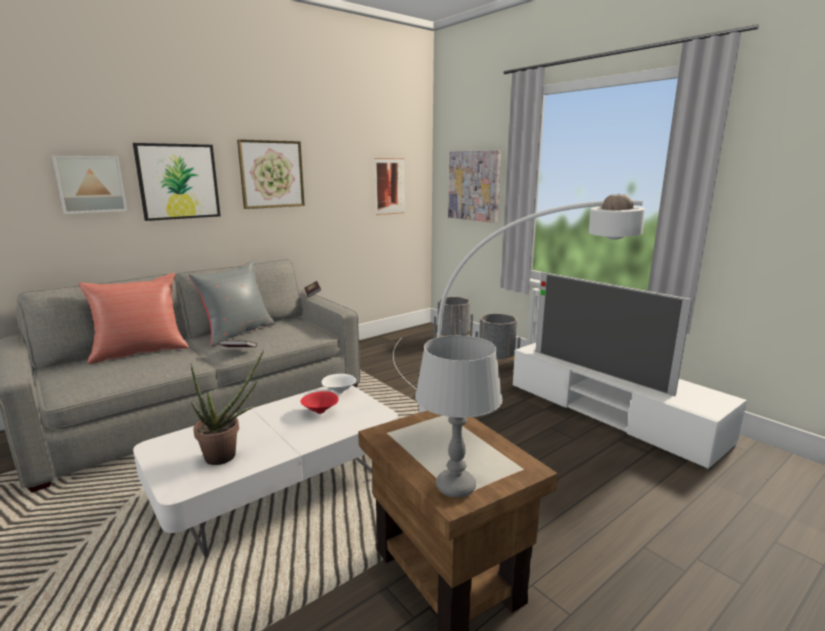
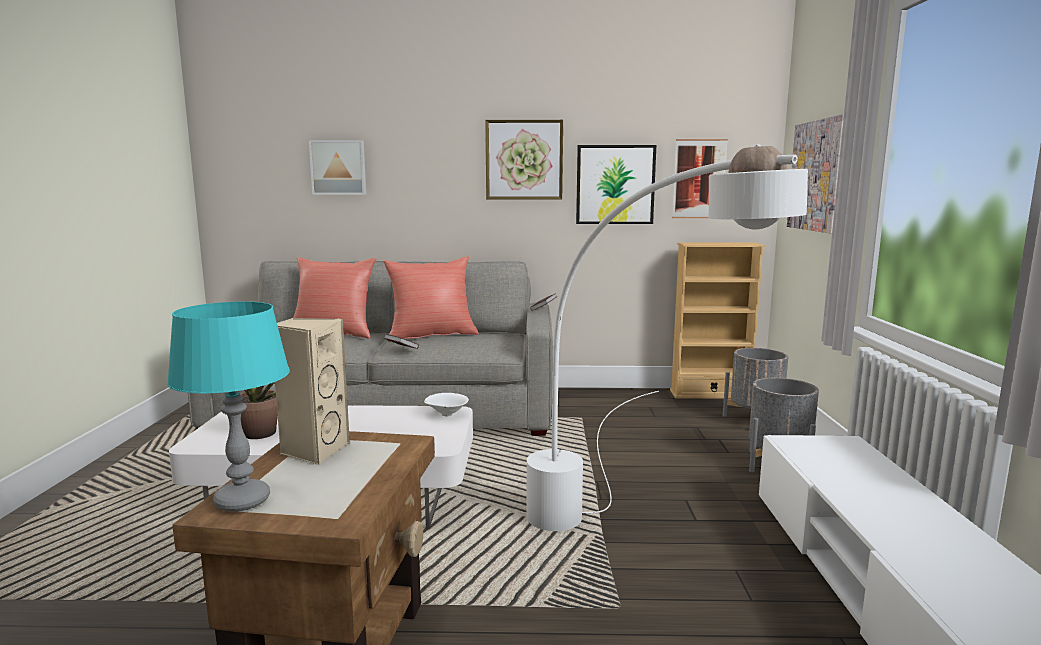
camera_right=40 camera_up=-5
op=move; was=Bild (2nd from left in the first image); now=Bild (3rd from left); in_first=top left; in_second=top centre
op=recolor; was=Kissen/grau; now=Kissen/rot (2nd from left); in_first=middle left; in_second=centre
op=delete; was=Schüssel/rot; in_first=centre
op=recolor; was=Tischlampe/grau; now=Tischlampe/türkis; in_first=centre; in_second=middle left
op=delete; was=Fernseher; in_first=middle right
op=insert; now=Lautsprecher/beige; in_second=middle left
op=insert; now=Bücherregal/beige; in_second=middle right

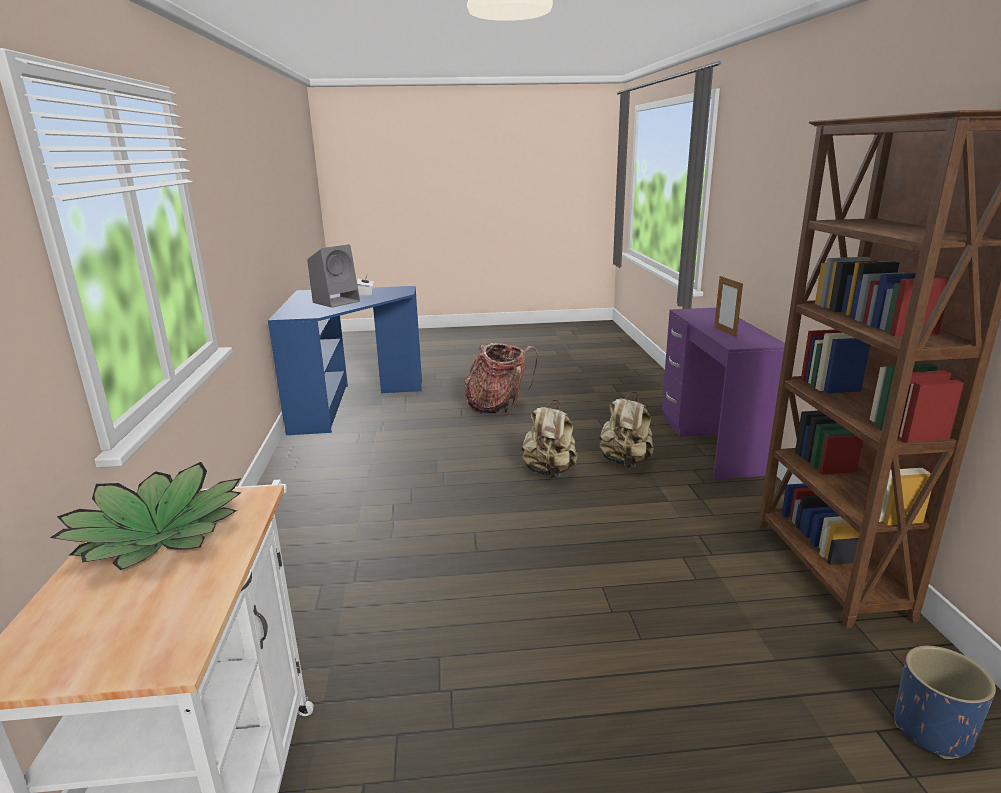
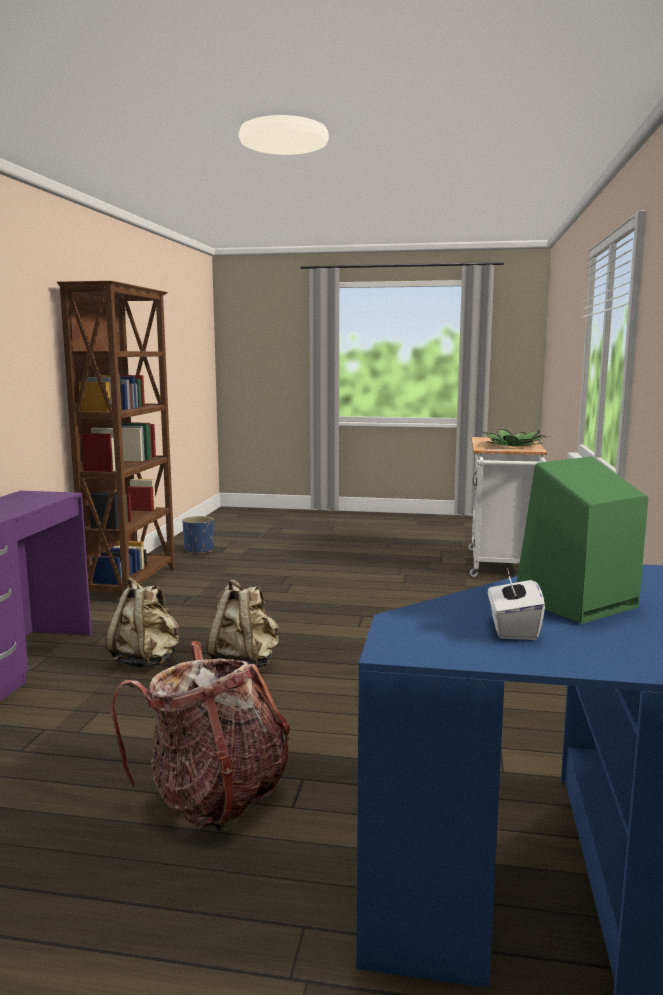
camera_right=-165 camera_up=-10
op=recolor; was=Lautsprecher/grau; now=Lautsprecher/grün; in_first=middle left; in_second=middle right
op=delete; was=Bilderrahmen; in_first=middle right

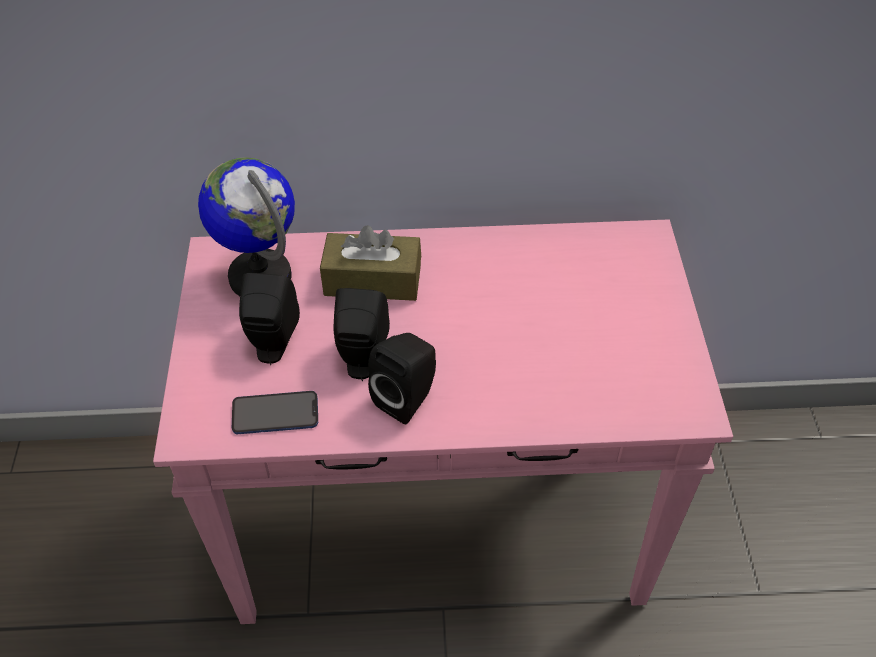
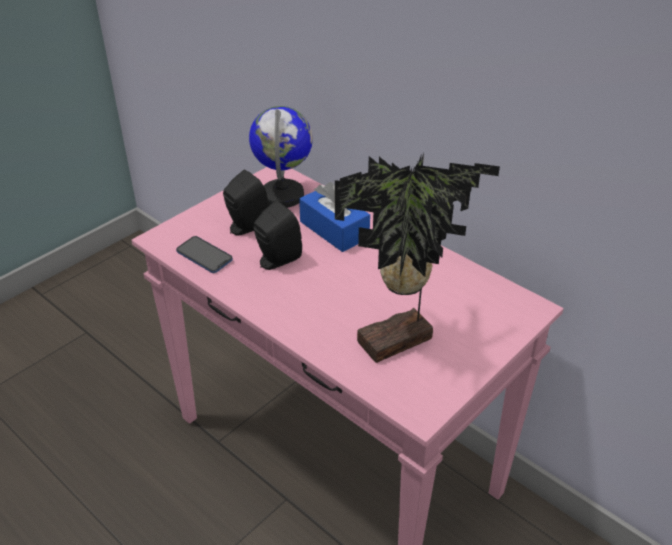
camera_right=45 camera_up=-10
op=recolor; was=Taschentuchbox/braun; now=Taschentuchbox/blau; in_first=centre; in_second=centre
op=delete; was=Lautsprecher/schwarz (3rd from left); in_first=centre
op=insert; now=Topfpflanze; in_second=centre

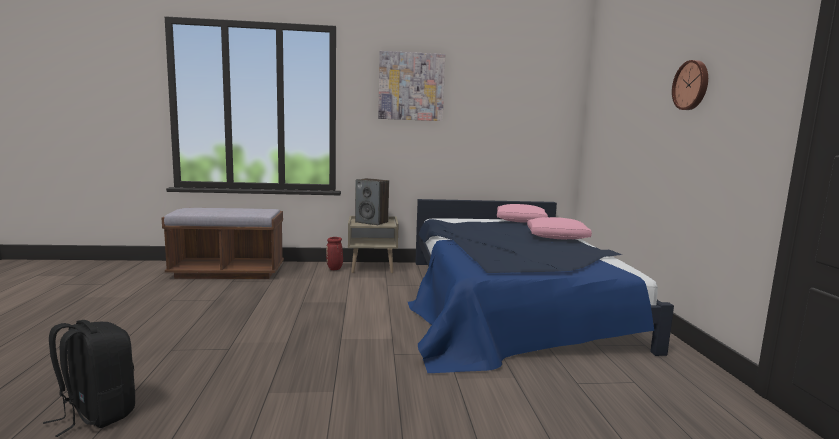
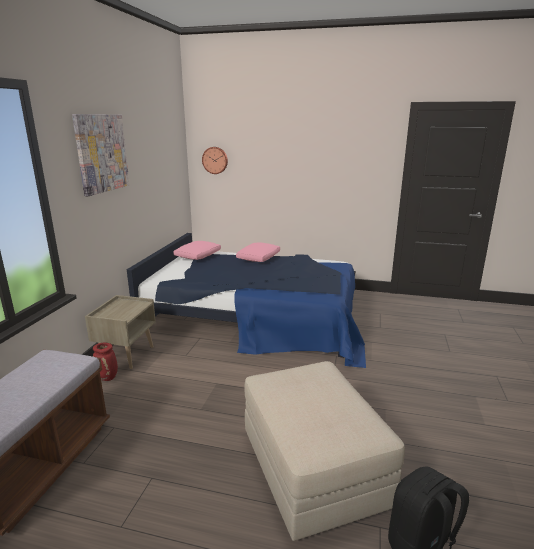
camera_right=-70 camera_up=10
op=delete; was=Lautsprecher; in_first=centre
op=move; was=Wanduhr; in_first=top right; in_second=top centre
op=insert; now=Polsterhocker/beige; in_second=bottom centre

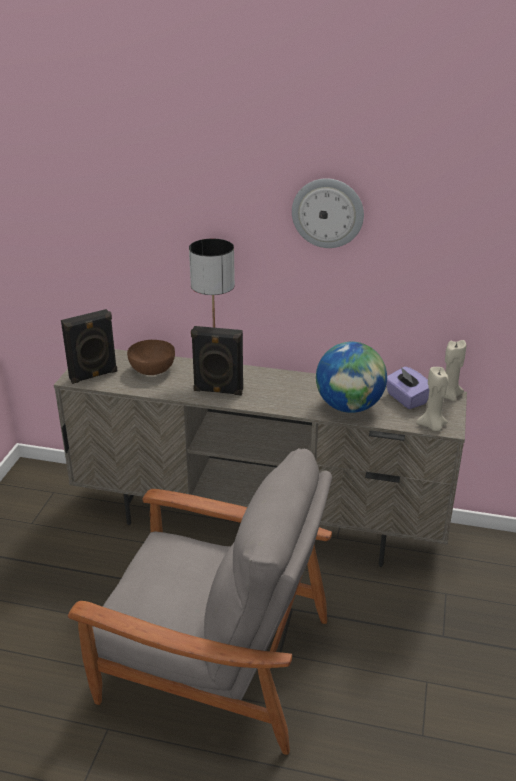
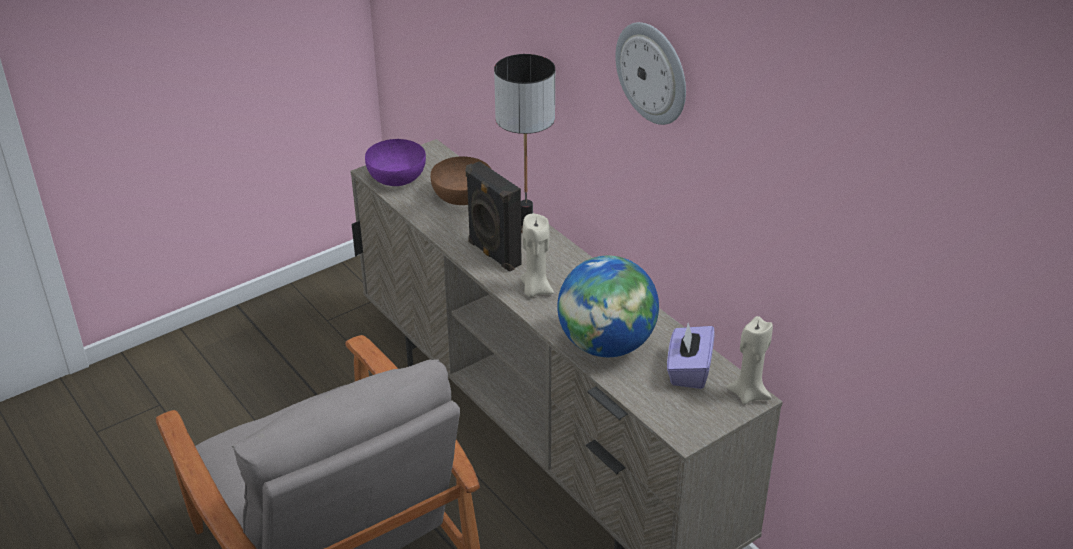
camera_right=40 camera_up=5
op=replace; was=Lautsprecher/schwarz (1st from left); now=Schüssel/lila; in_first=middle left; in_second=top centre
op=move; was=Kerze/beige (1st from left); in_first=middle right; in_second=centre

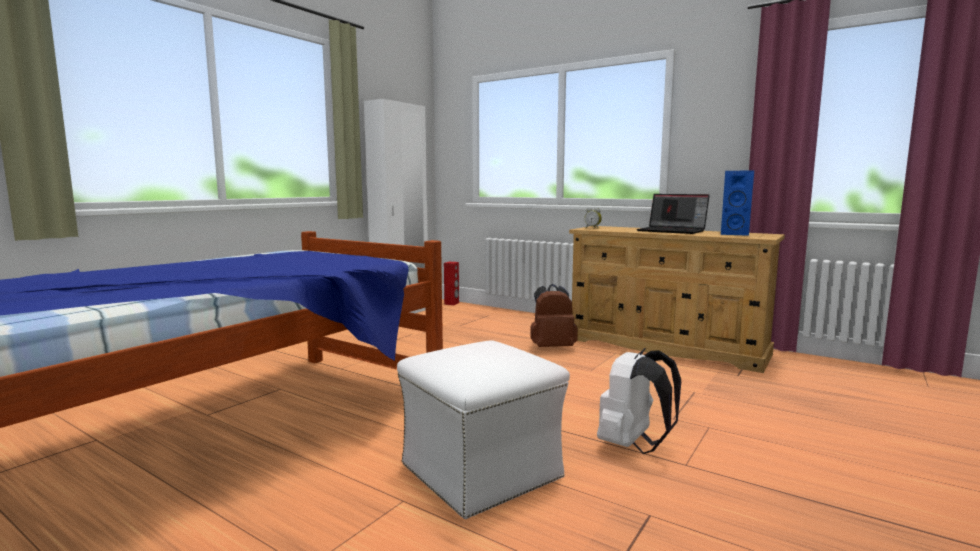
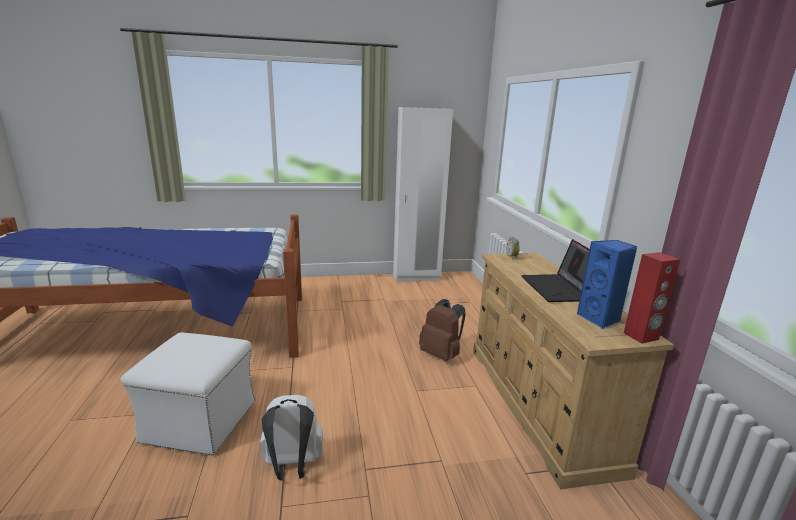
camera_right=45 camera_up=10
op=move; was=Lautsprecher/rot; in_first=centre; in_second=middle right

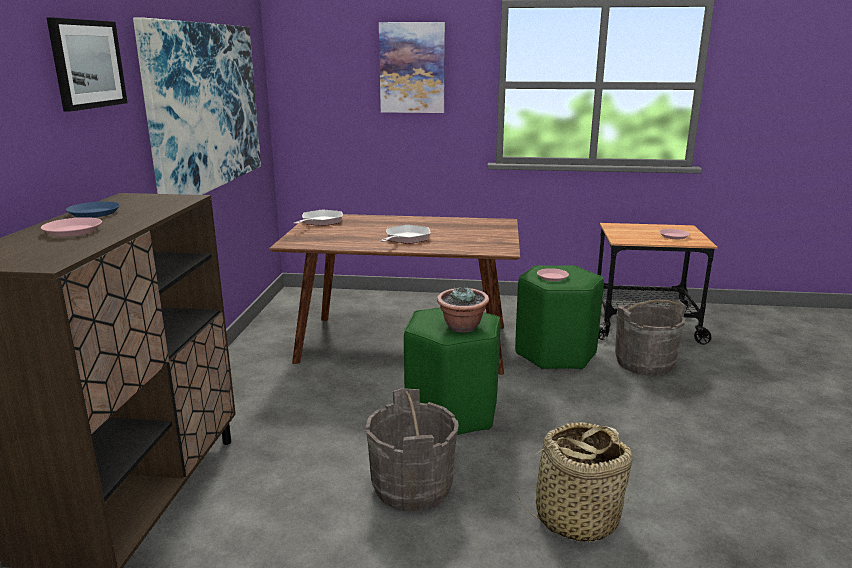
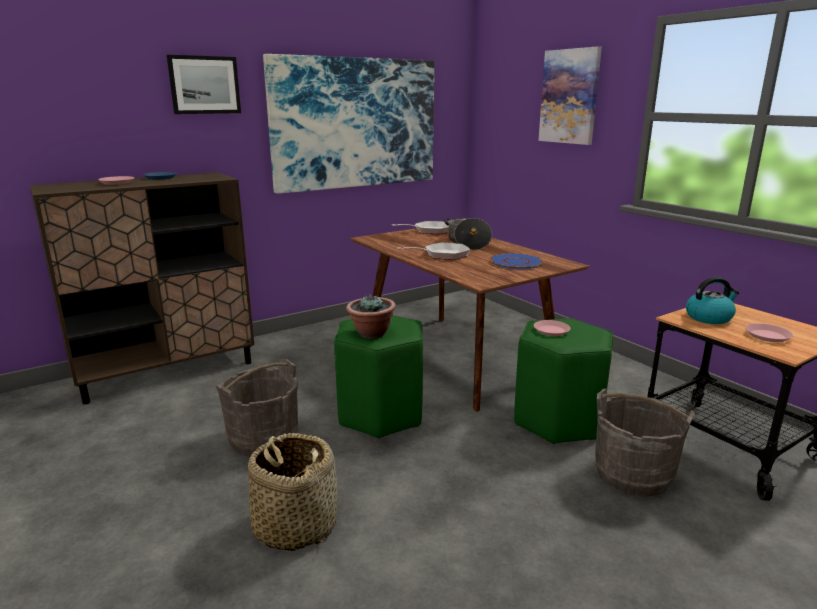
camera_right=50 camera_up=0
op=insert; now=Kochtopf; in_second=centre
op=insert; now=Teller/blau (2nd from left); in_second=centre
op=insert; now=Wasserkessel; in_second=middle right

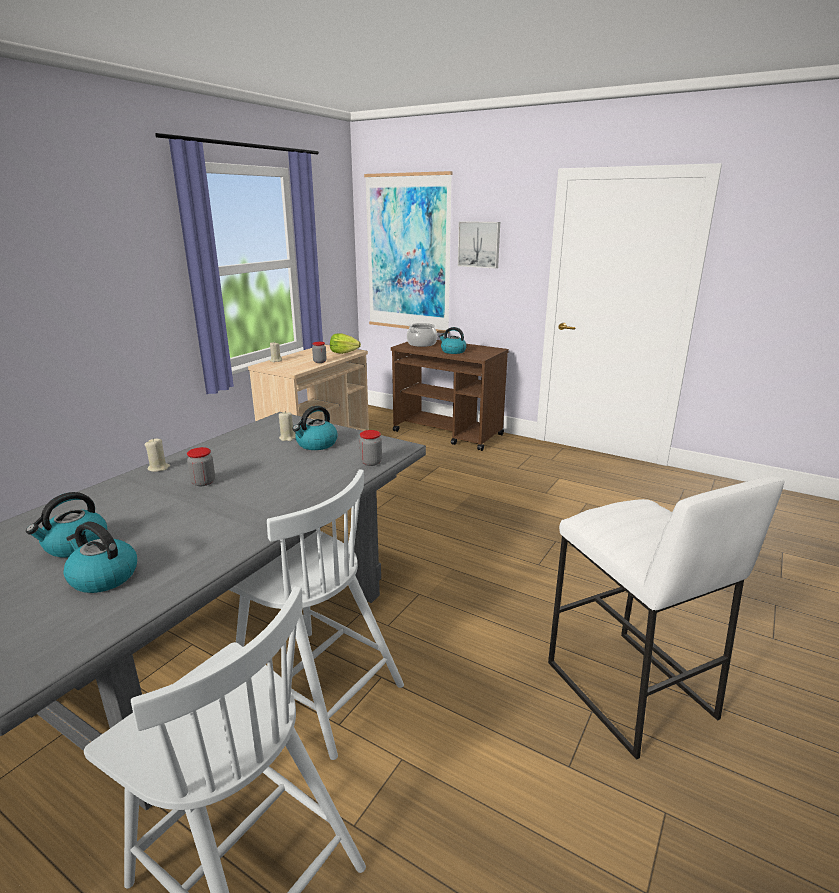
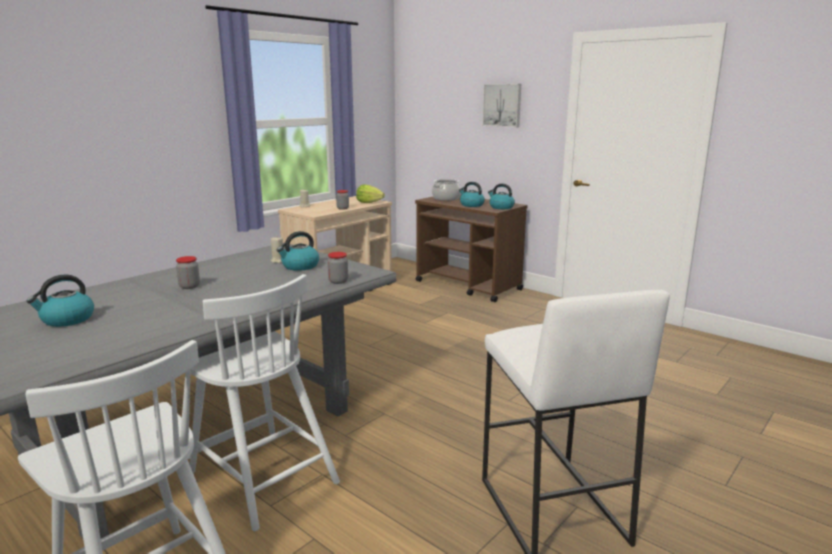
camera_right=10 camera_up=-5
op=move; was=Wasserkessel (2nd from left in the first image); now=Wasserkessel (4th from left); in_first=middle left; in_second=centre
op=delete; was=Kerze/beige (1st from left); in_first=middle left
op=delete; was=Bild (1st from left); in_first=top centre

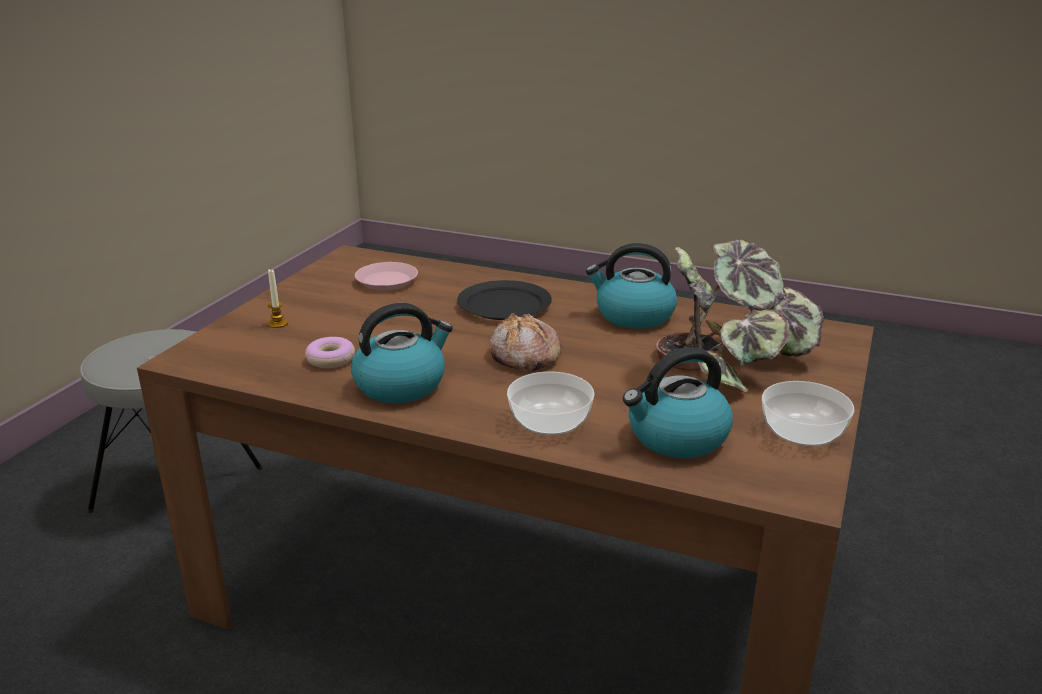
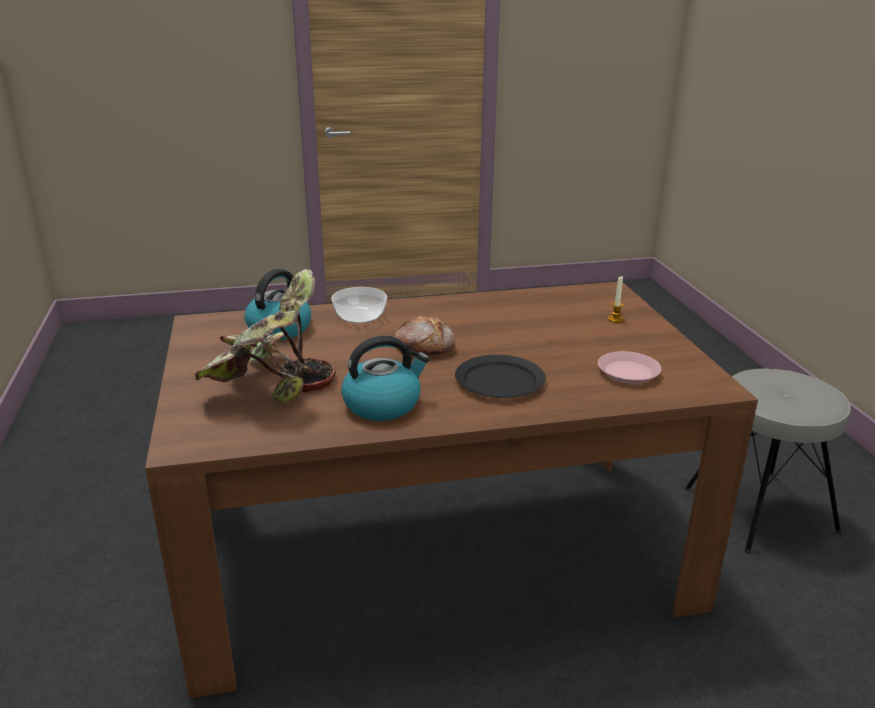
camera_right=145 camera_up=0
op=delete; was=Donut; in_first=middle left
op=delete; was=Wasserkessel (1st from left); in_first=centre
op=delete; was=Schüssel (2nd from left); in_first=middle right

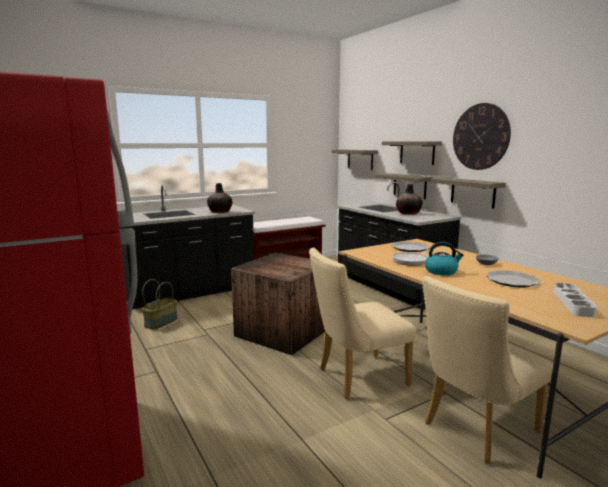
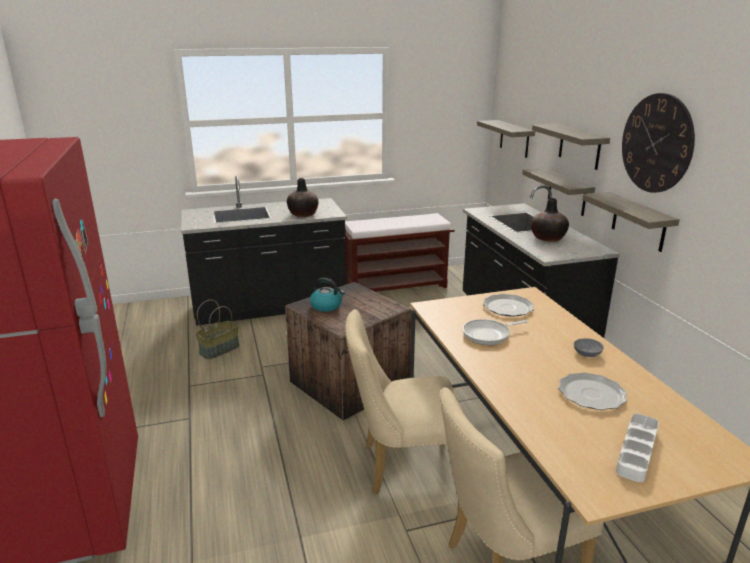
camera_right=15 camera_up=10
op=move; was=Wasserkessel; in_first=middle right; in_second=centre

